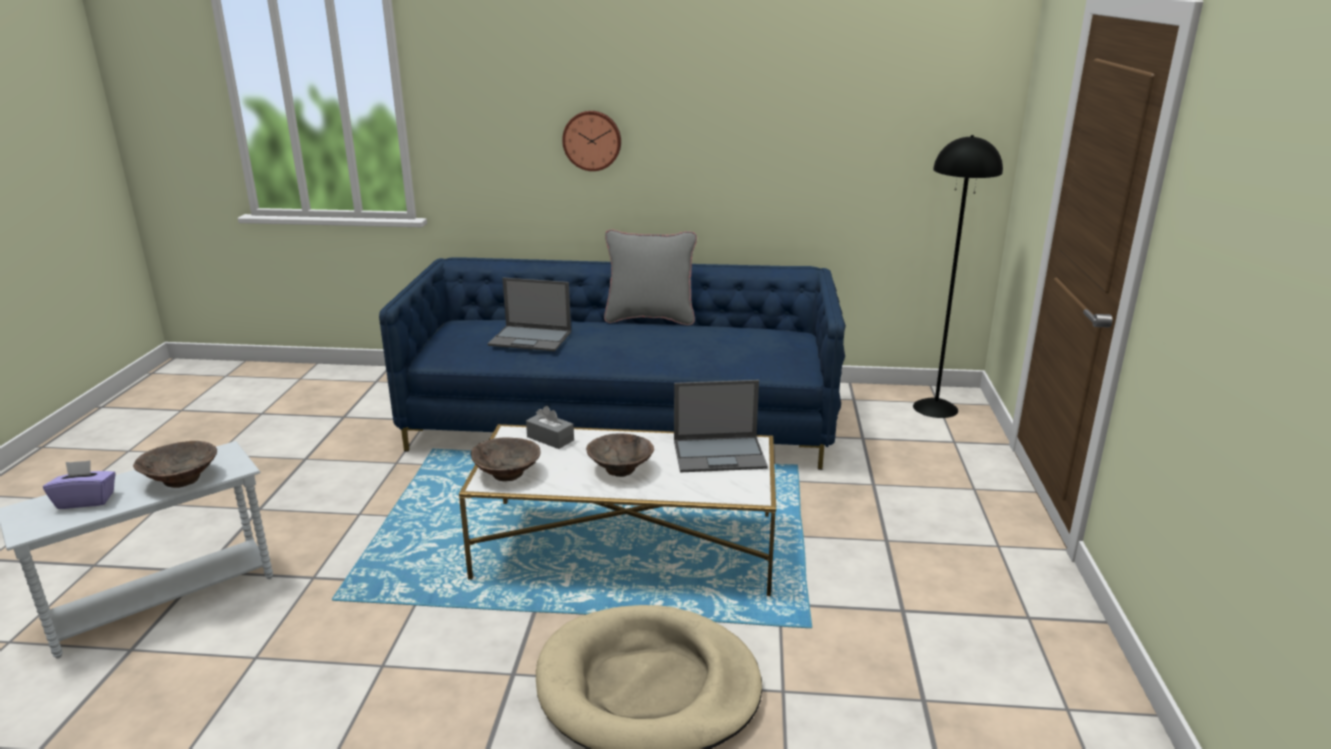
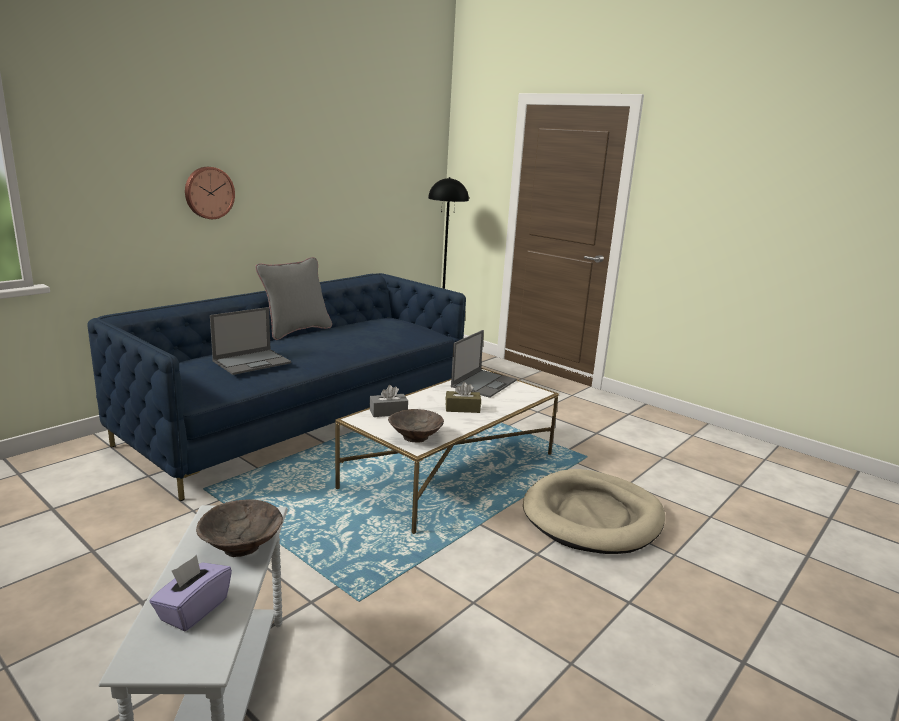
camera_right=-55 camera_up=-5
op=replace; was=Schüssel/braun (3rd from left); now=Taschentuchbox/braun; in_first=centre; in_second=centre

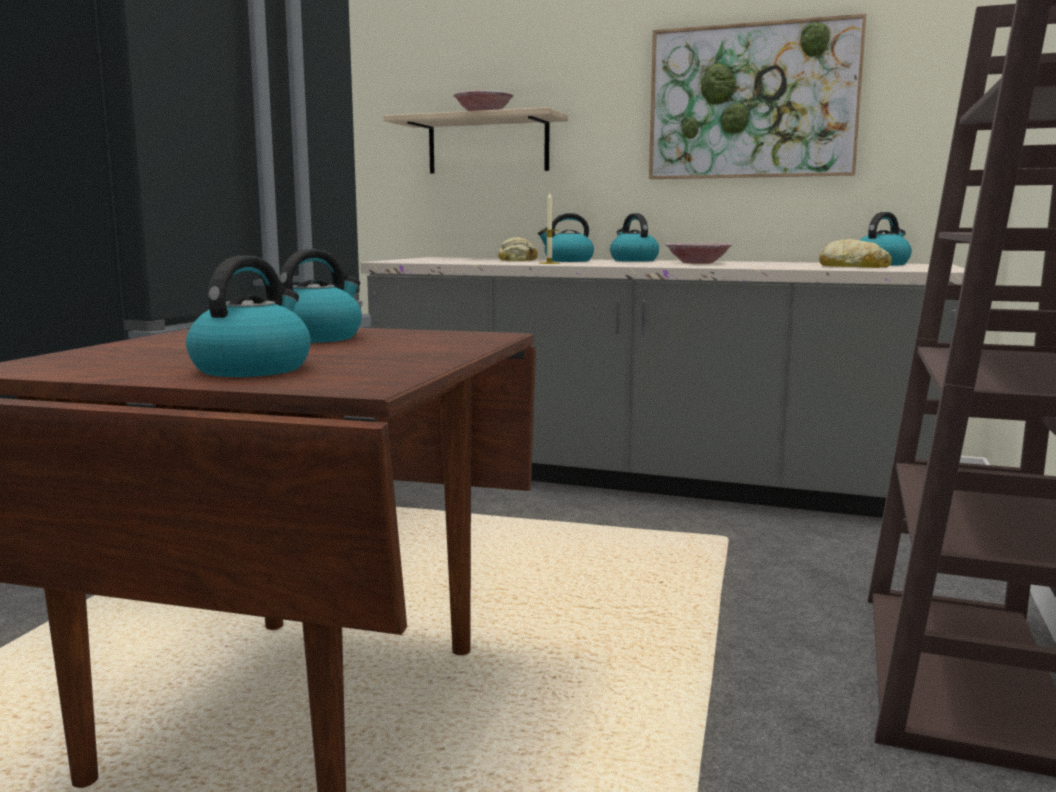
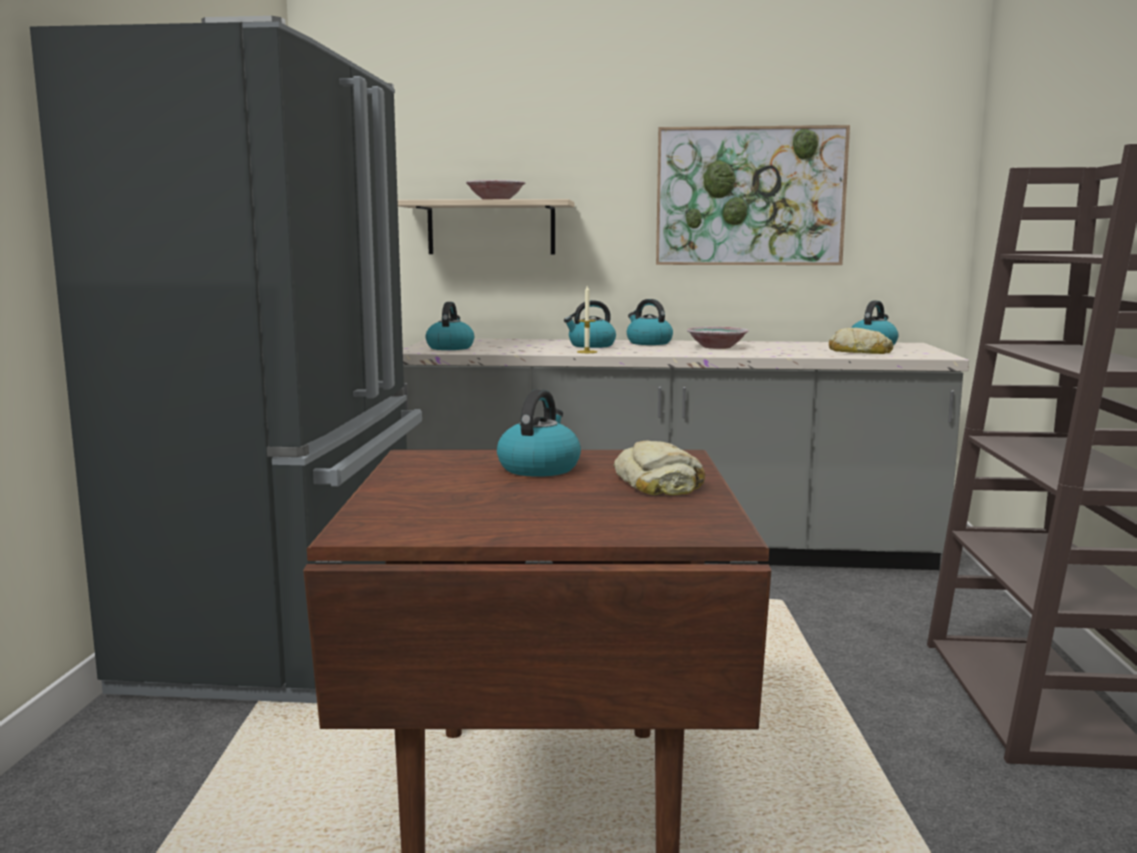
camera_right=-15 camera_up=0
op=move; was=Wasserkessel (1st from left); in_first=middle left; in_second=centre
op=move; was=Brot (1st from left); in_first=top centre; in_second=centre

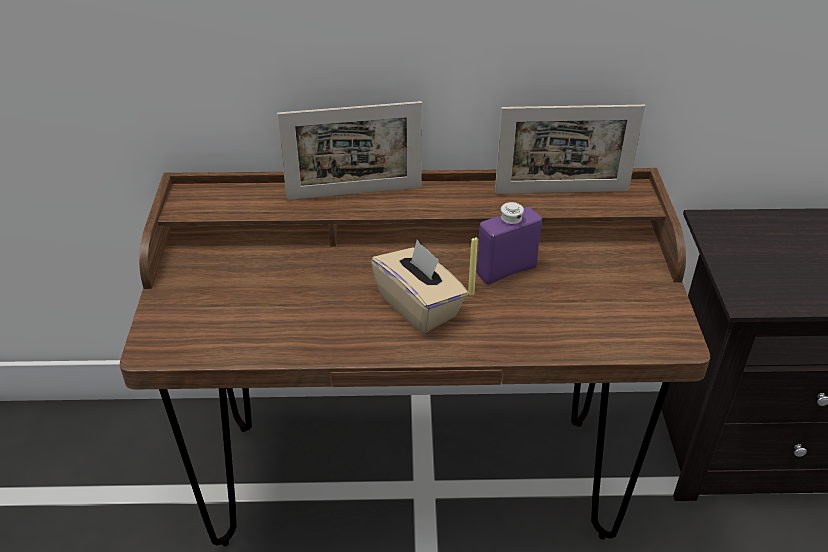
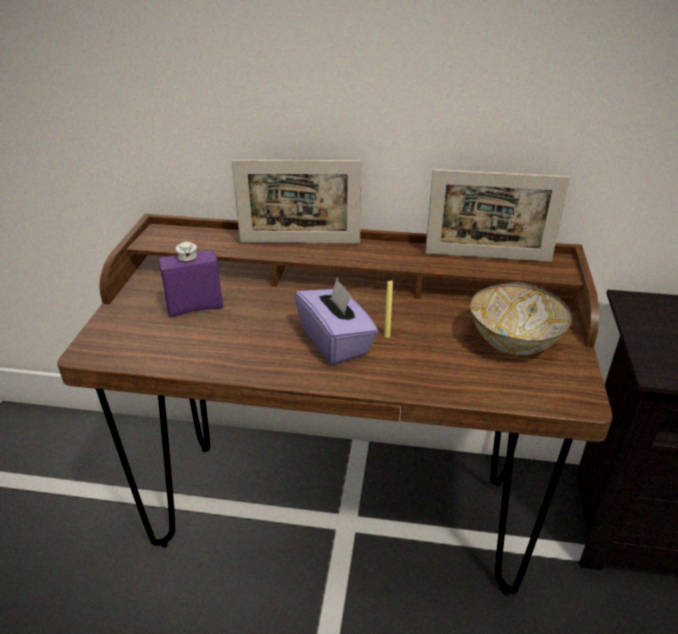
camera_right=10 camera_up=-5
op=recolor; was=Taschentuchbox/beige; now=Taschentuchbox/lila; in_first=centre; in_second=centre
op=move; was=Flasche/lila; in_first=centre; in_second=middle left
op=insert; now=Schüssel; in_second=middle right

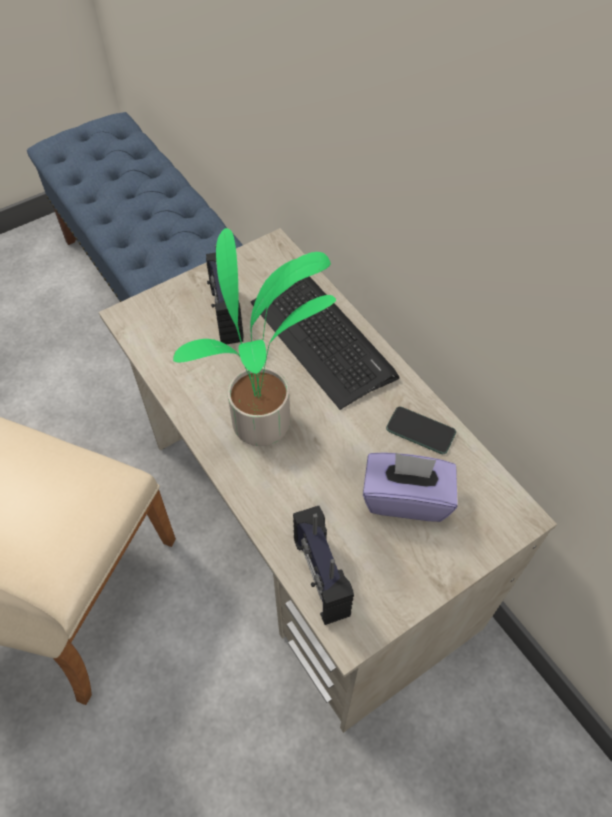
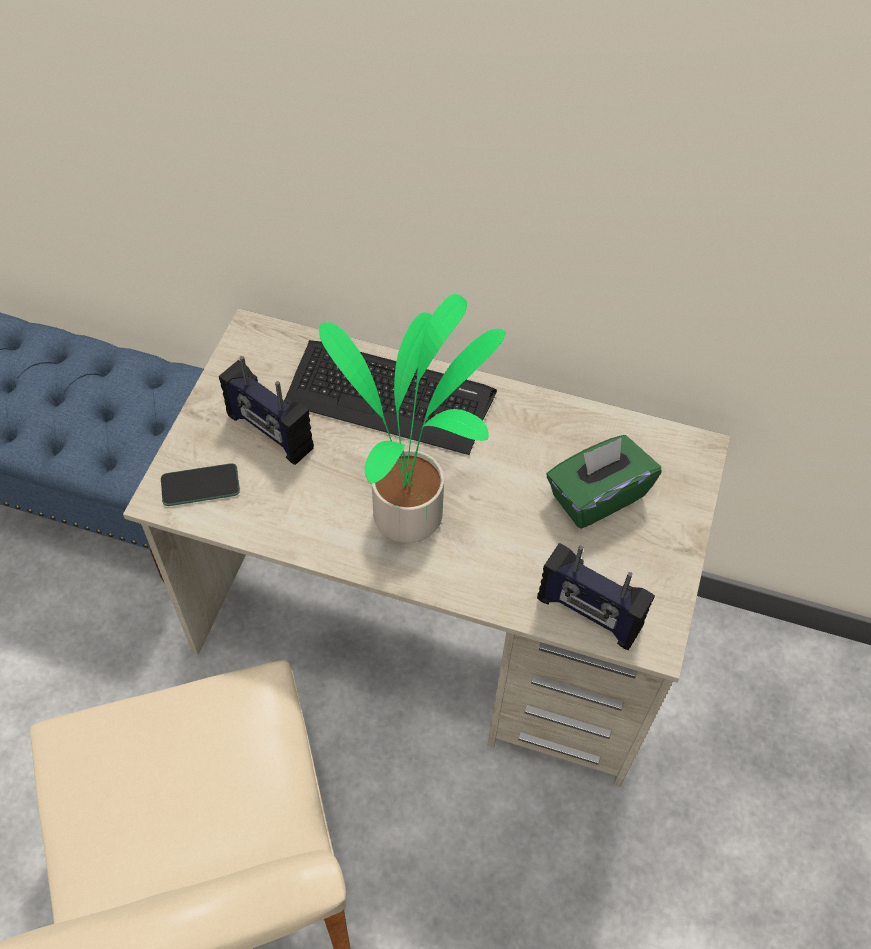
camera_right=-40 camera_up=0
op=recolor; was=Taschentuchbox/lila; now=Taschentuchbox/grün; in_first=middle right; in_second=middle right
op=move; was=Handy; in_first=middle right; in_second=middle left

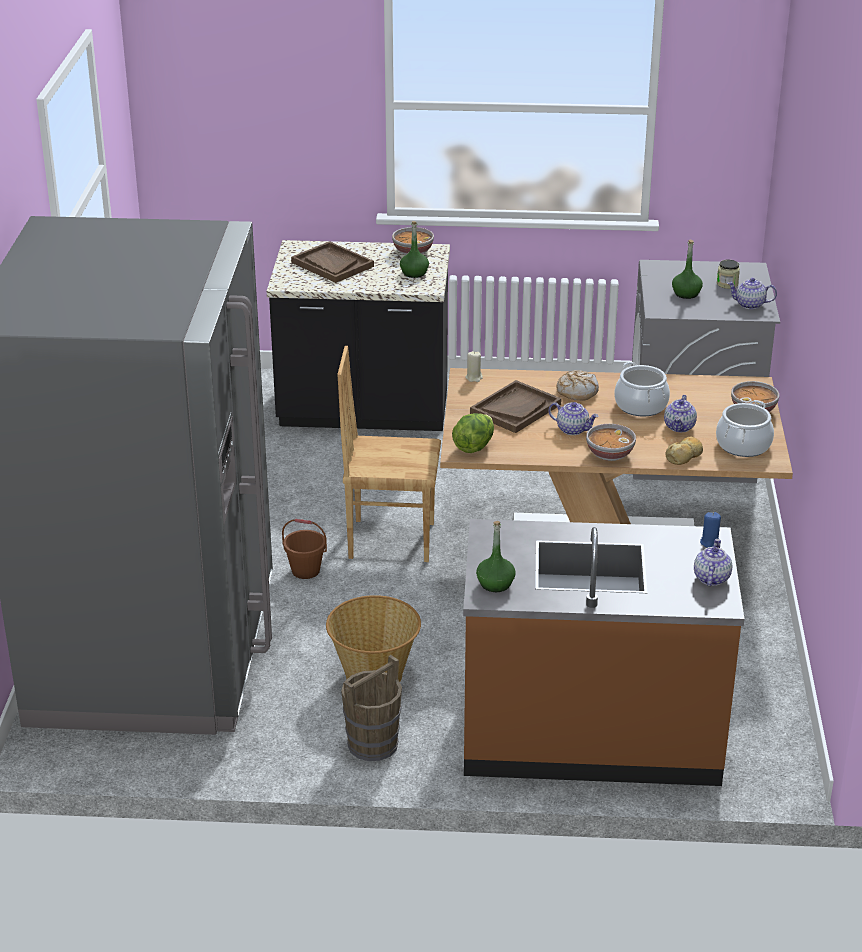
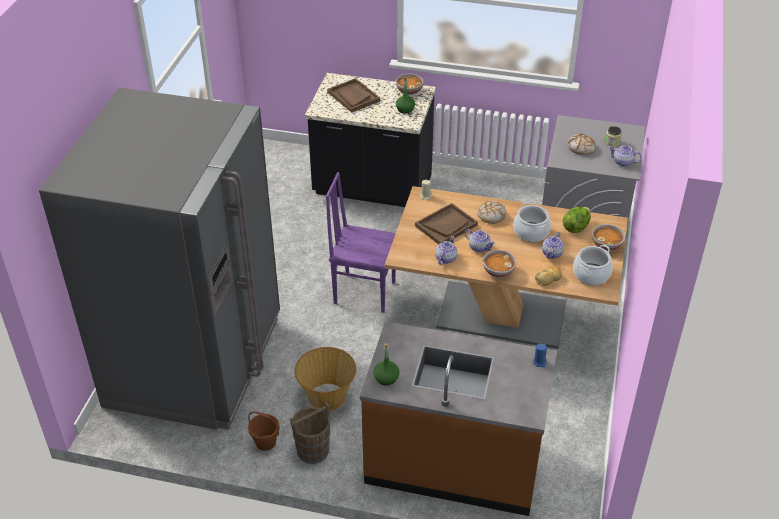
camera_right=10 camera_up=10
op=move; was=Eimer/braun (1st from left); in_first=centre; in_second=bottom centre
op=recolor; was=Stuhl/braun; now=Stuhl/lila; in_first=centre; in_second=centre
op=move; was=Salatkopf; in_first=centre; in_second=middle right
op=replace; was=Flasche/grün (3rd from left); now=Brot (3rd from left); in_first=top right; in_second=top right
op=move; was=Teekanne (3rd from left in the first image); now=Teekanne (1st from left); in_first=middle right; in_second=centre

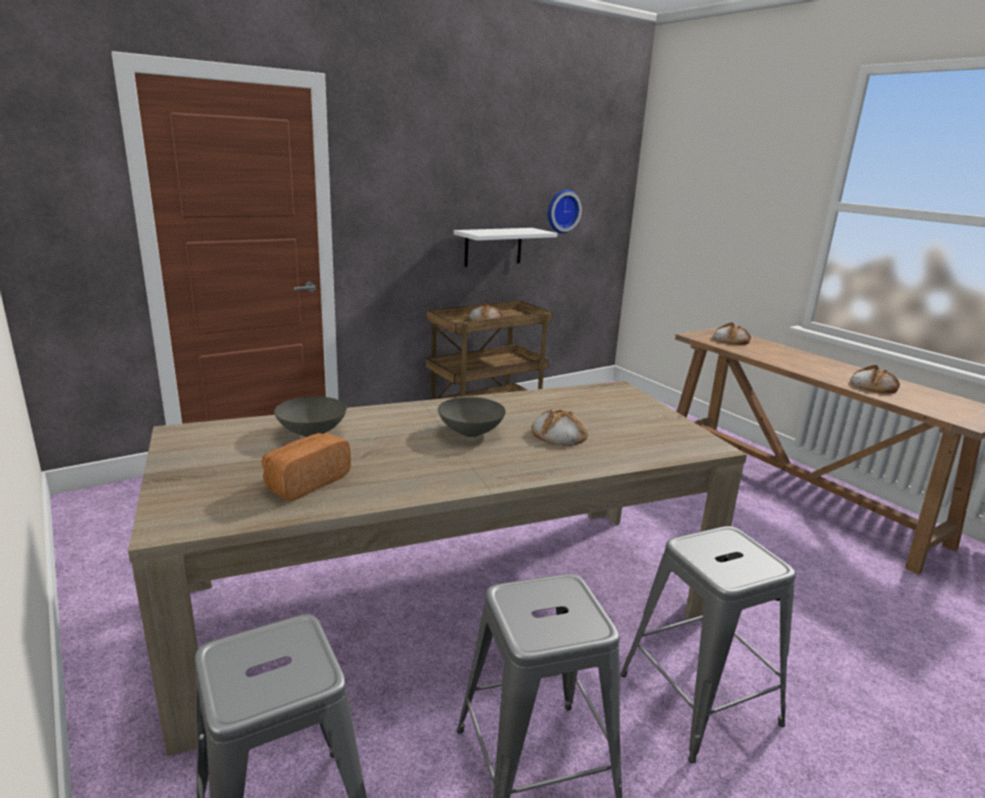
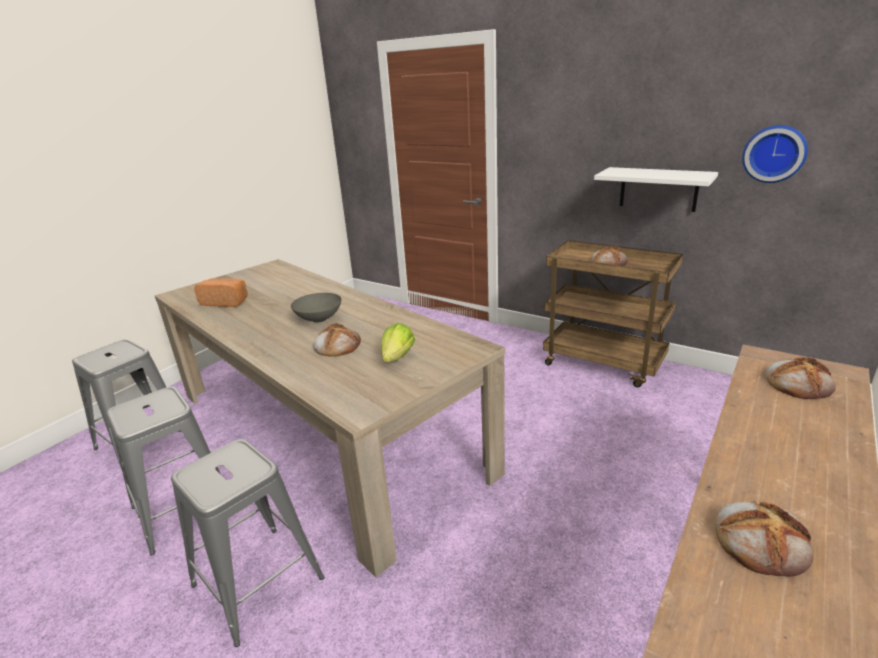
camera_right=70 camera_up=5
op=delete; was=Schüssel/grau (1st from left); in_first=middle left
op=insert; now=Salatkopf; in_second=centre

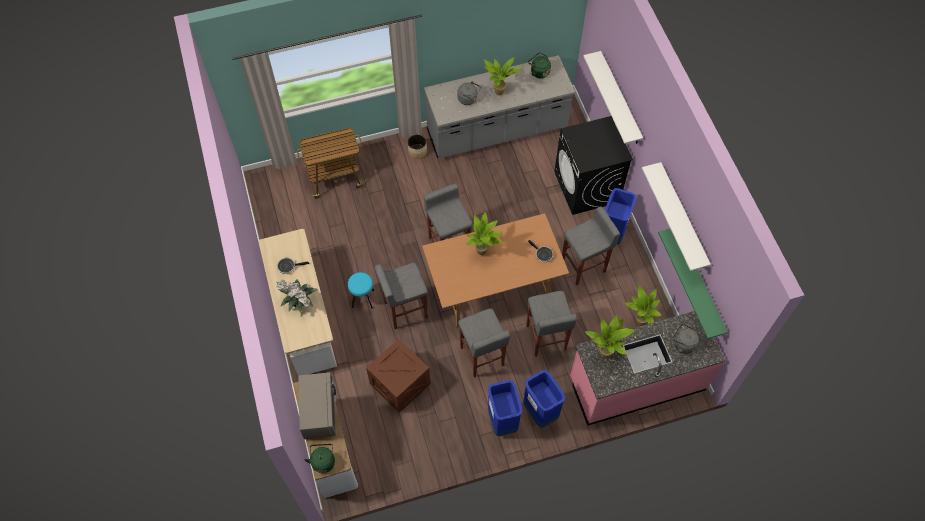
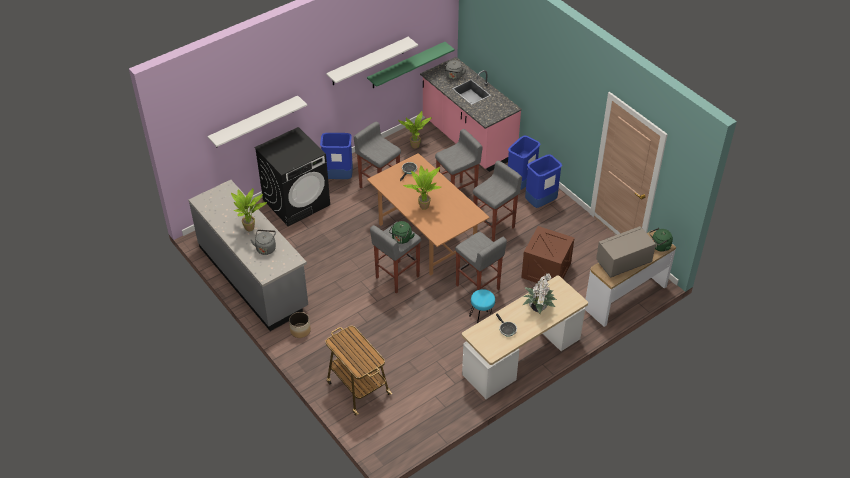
camera_right=-110 camera_up=-15
op=move; was=Wasserkessel/grün (2nd from left in the first image); now=Wasserkessel/grün (1st from left); in_first=top centre; in_second=centre
op=delete; was=Topfpflanze (4th from left); in_first=centre

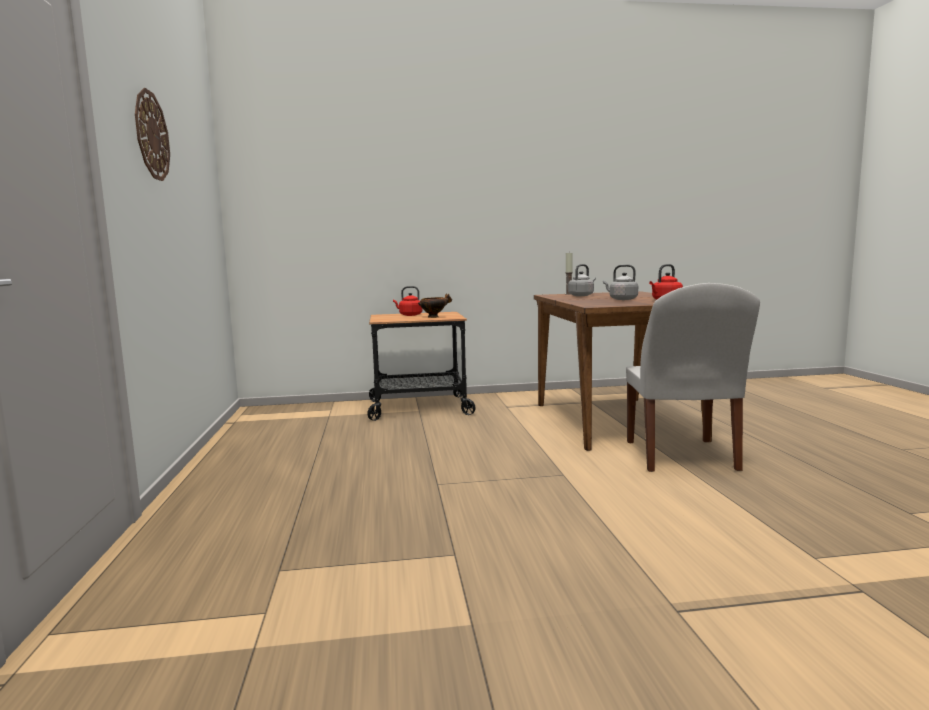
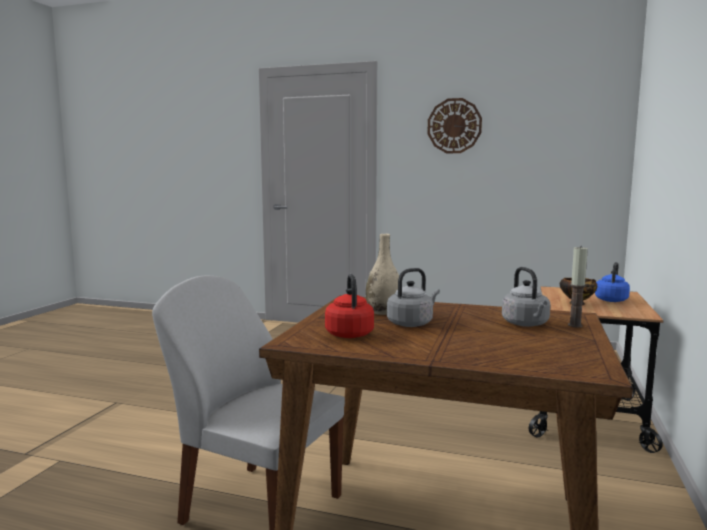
camera_right=115 camera_up=0
op=recolor; was=Wasserkessel/rot (1st from left); now=Wasserkessel/blau; in_first=centre; in_second=middle right
op=insert; now=Vase/beige; in_second=centre

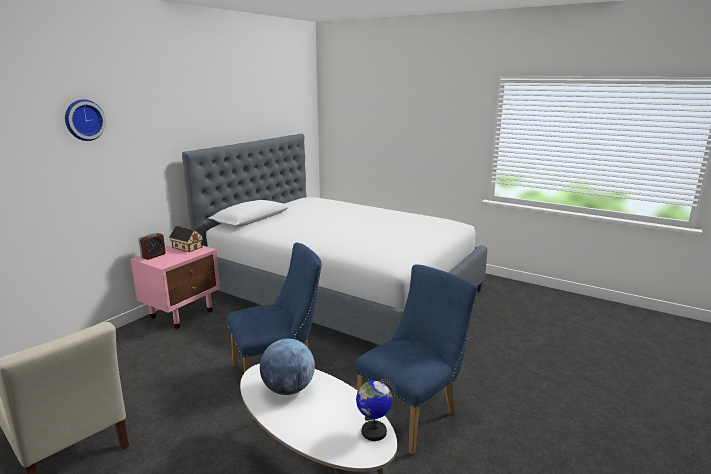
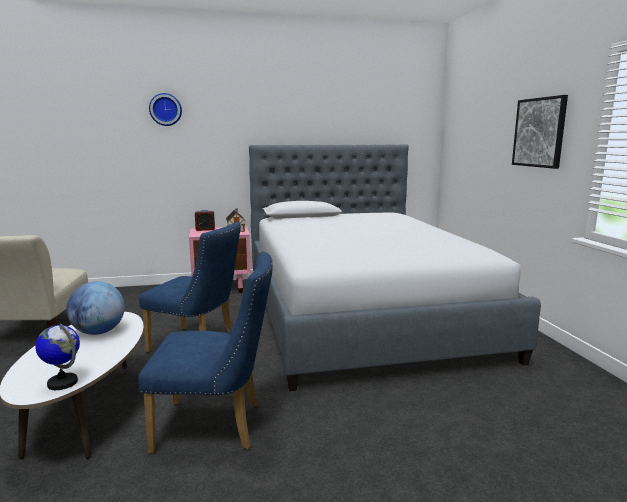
camera_right=45 camera_up=-5
op=insert; now=Bild; in_second=top right

